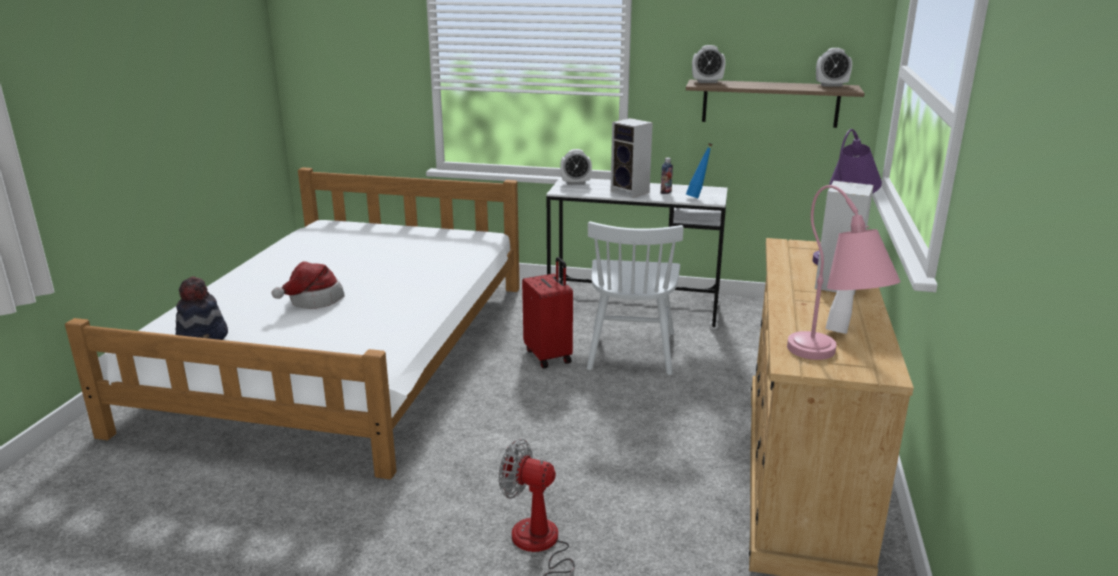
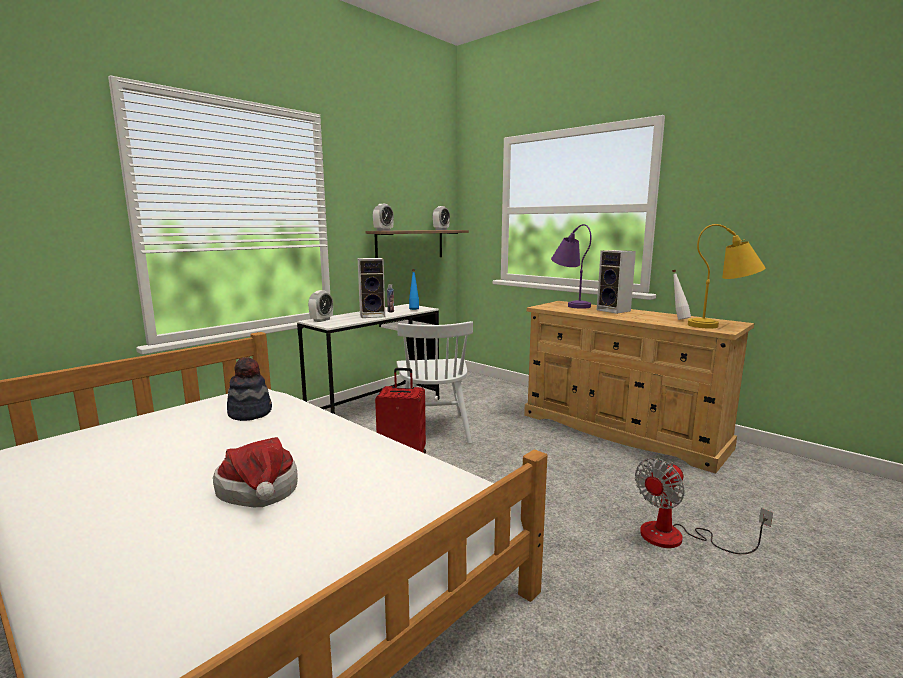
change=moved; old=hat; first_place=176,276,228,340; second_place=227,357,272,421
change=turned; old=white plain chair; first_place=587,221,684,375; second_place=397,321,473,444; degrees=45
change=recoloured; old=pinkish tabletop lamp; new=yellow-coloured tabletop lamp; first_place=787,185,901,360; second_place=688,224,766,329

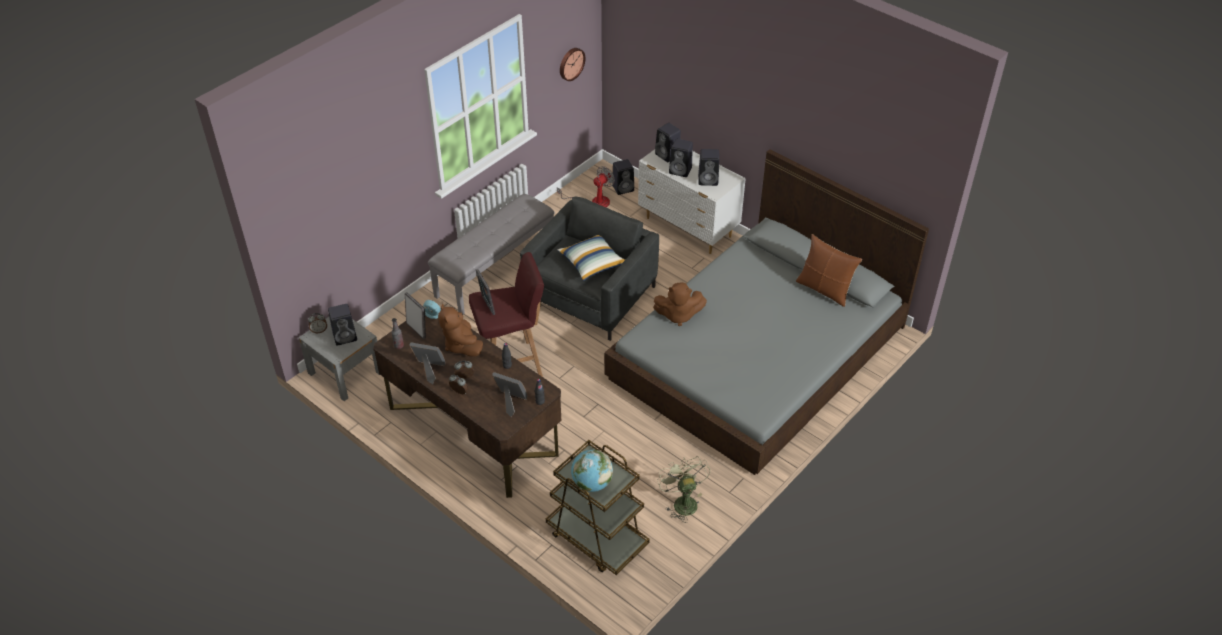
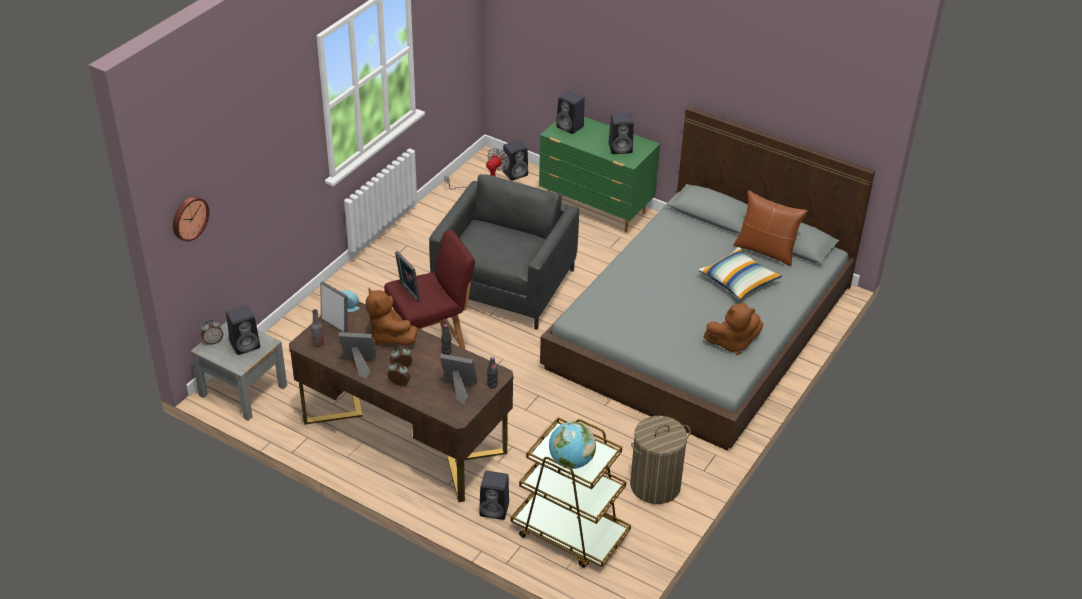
change=removed; old=greyish bench; first_place=428,194,555,315
change=moved; old=pillow; first_place=558,235,625,281; second_place=698,247,782,300
change=moved; old=clock on the wall; first_place=560,48,586,81; second_place=173,197,209,242
change=recoloured; old=white drawer chest; new=green-coloured drawer chest; first_place=638,149,746,254; second_place=539,117,660,232
change=moved; old=brownish plush toy; first_place=653,282,707,326; second_place=703,303,763,355
change=replaced; old=green-coloured fan; new=hamper; first_place=658,456,710,523; second_place=630,416,690,504
change=moved; old=blackish loudspeaker; first_place=669,139,693,177; second_place=479,471,509,520

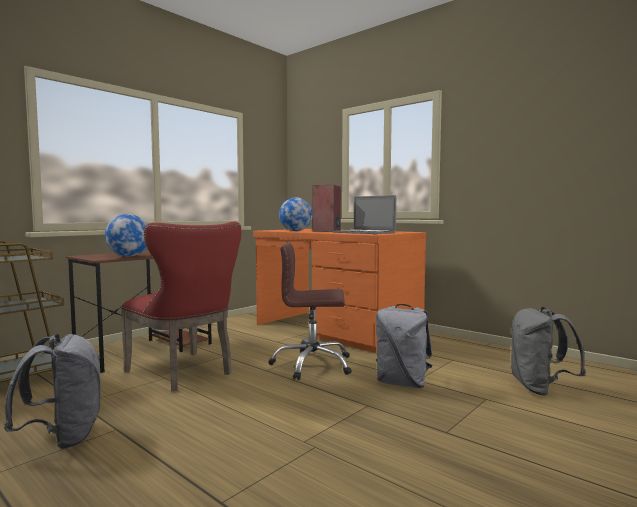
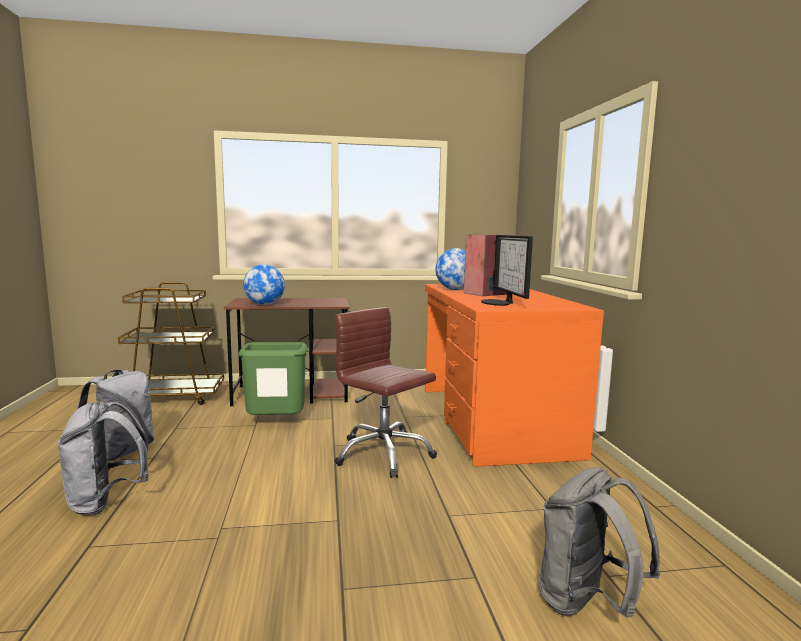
change=replaced; old=reddish plain chair; new=green-coloured rubbish bin; first_place=121,222,241,391; second_place=239,342,308,415
change=replaced; old=portable computer; new=computer screen; first_place=333,195,396,234; second_place=481,235,533,306
change=moved; old=greyish knapsack; first_place=376,304,433,388; second_place=57,401,149,516

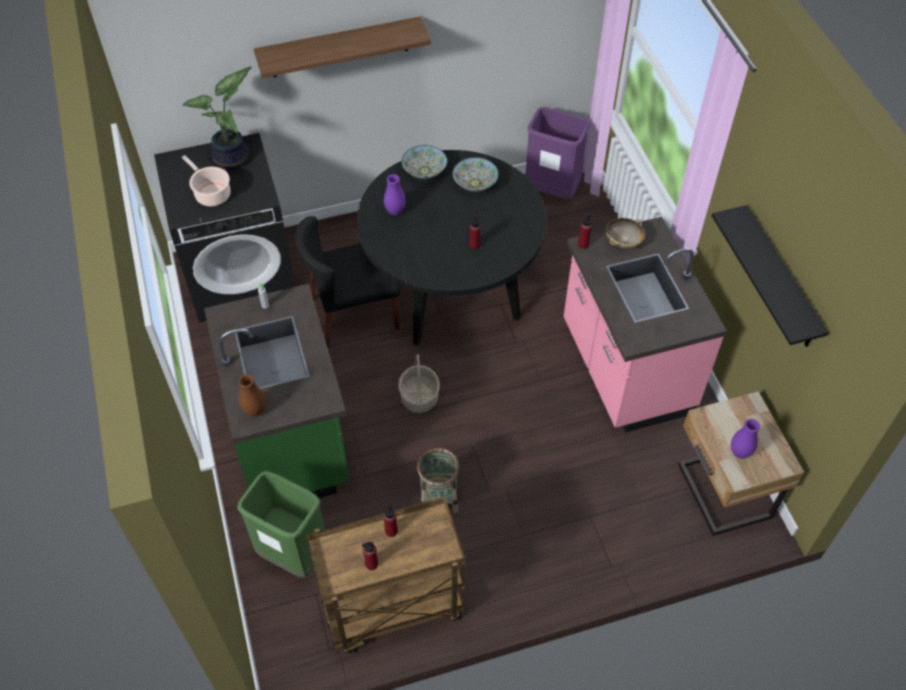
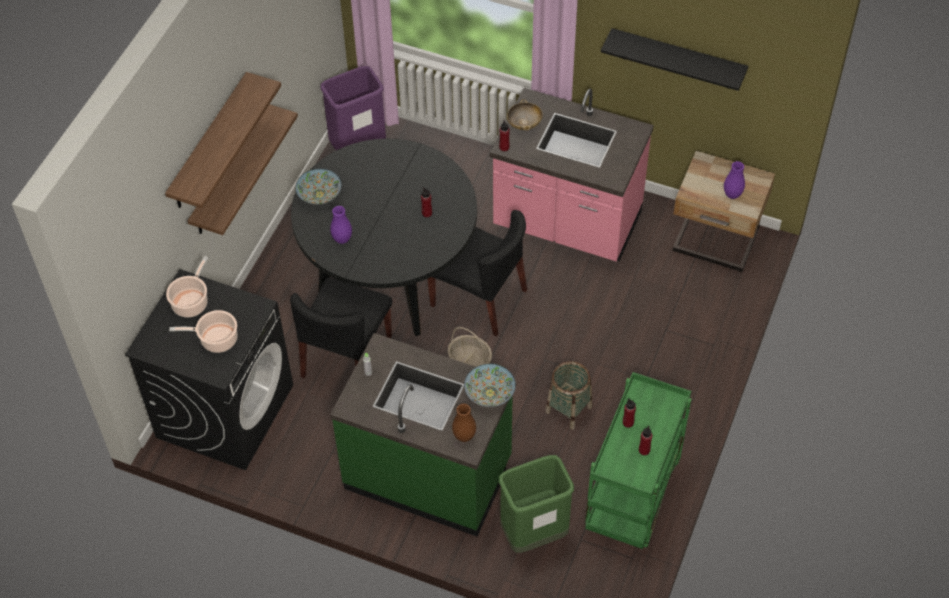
change=replaced; old=plant in a pot; new=cooking pot; first_place=182,66,252,169; second_place=166,256,208,318
change=recoloured; old=brownish cart; new=green-coloured cart; first_place=306,497,466,653; second_place=585,372,692,549
change=moved; old=serving bowl; first_place=452,157,499,192; second_place=464,364,516,407
change=added; new=wall shelf; second_place=187,104,298,235
change=added; new=blackish plain chair; second_place=428,210,527,336

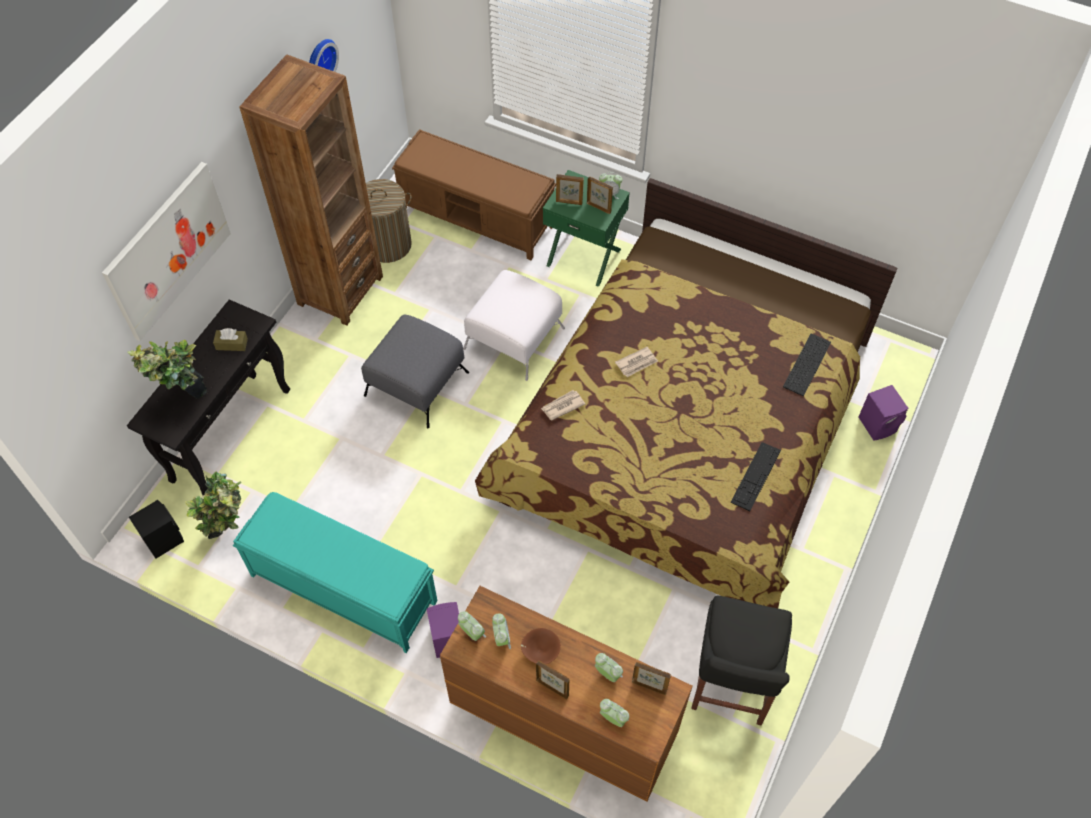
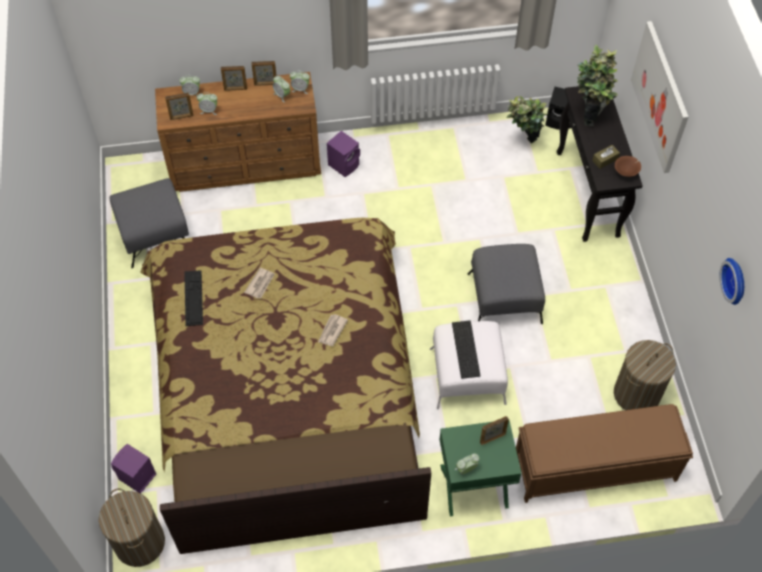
change=removed; old=turquoise bench; first_place=233,492,437,653
change=removed; old=brownish bookcase; first_place=239,55,383,326
change=moved; old=brownish serving bowl; first_place=521,628,561,664; second_place=615,156,641,177
change=moved; old=daily paper; first_place=541,390,585,420; second_place=244,268,275,298
change=moved; old=standing frame; first_place=587,177,613,214; second_place=251,61,276,86
change=replaced; old=blackish plain chair; new=greyish pouffe; first_place=691,596,792,725; second_place=109,178,189,268
change=moved; old=keyboard; first_place=783,333,831,396; second_place=452,320,481,379
change=added; new=hamper; second_place=99,488,165,567

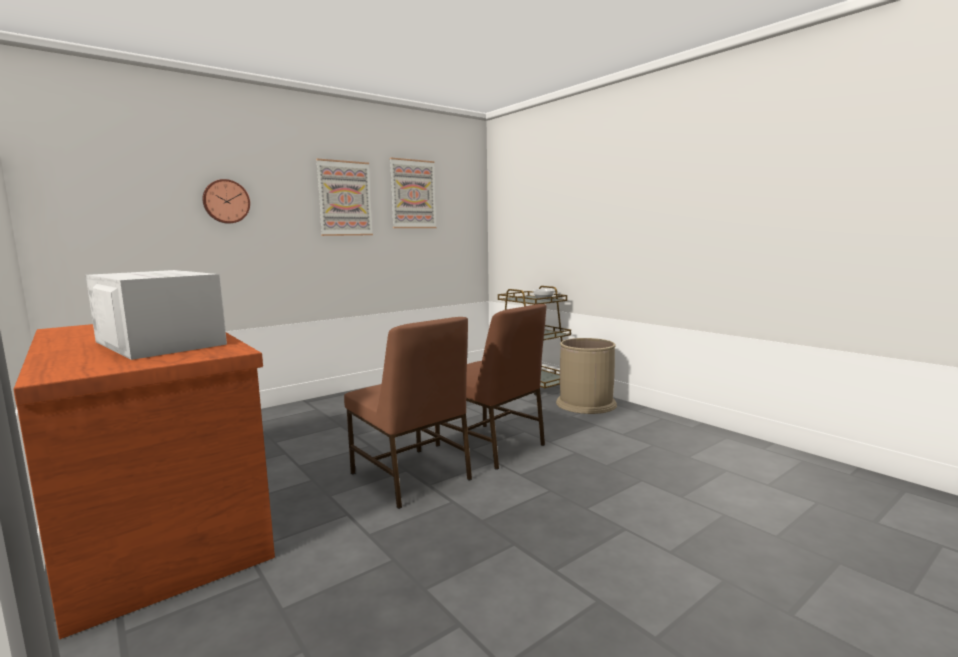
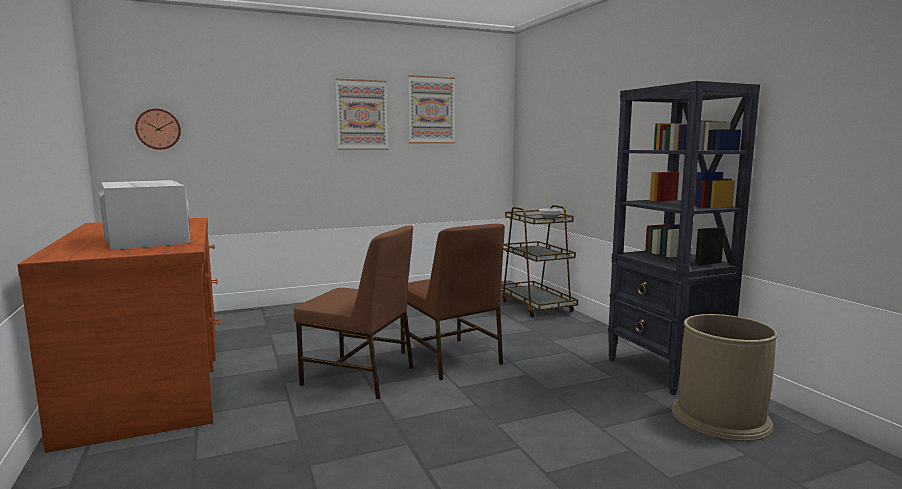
change=moved; old=clock on the wall; first_place=202,179,250,224; second_place=135,109,181,150
change=turned; old=brownish plain chair; first_place=344,317,472,509; second_place=294,225,413,399; degrees=-45
change=moved; old=brownish rubbish bin; first_place=556,338,617,414; second_place=672,314,778,441
change=added; new=blackish bookcase; second_place=608,81,760,395

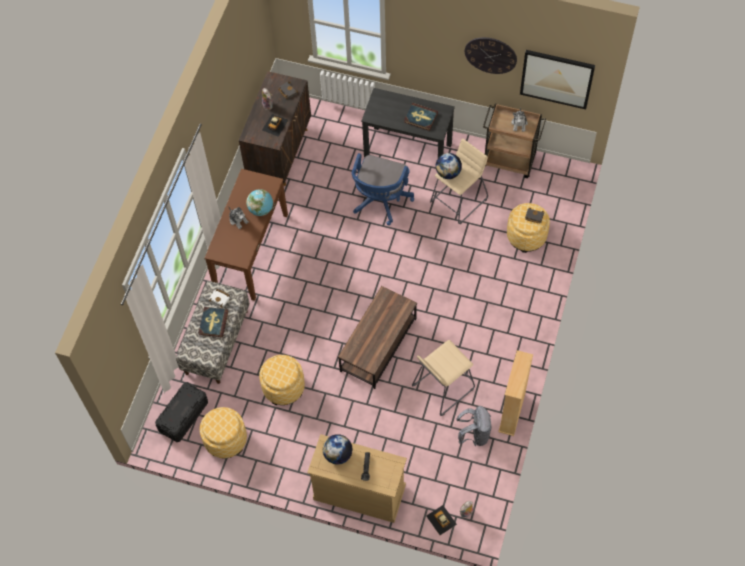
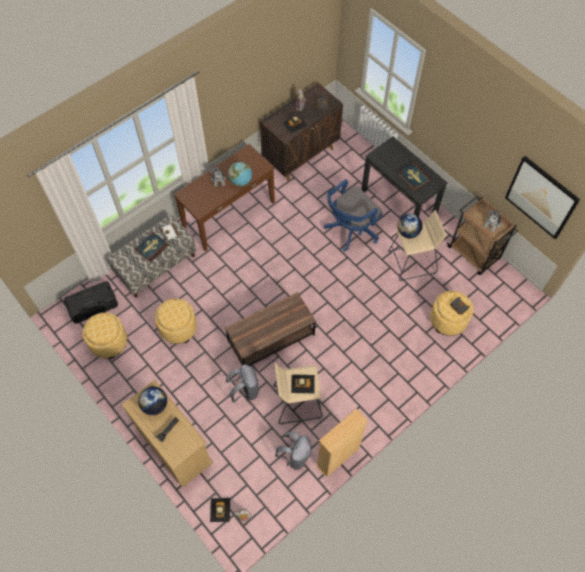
change=removed; old=clock on the wall; first_place=465,37,517,74
change=added; new=greyish knapsack; second_place=226,364,259,403
change=added; new=model car; second_place=291,375,315,393

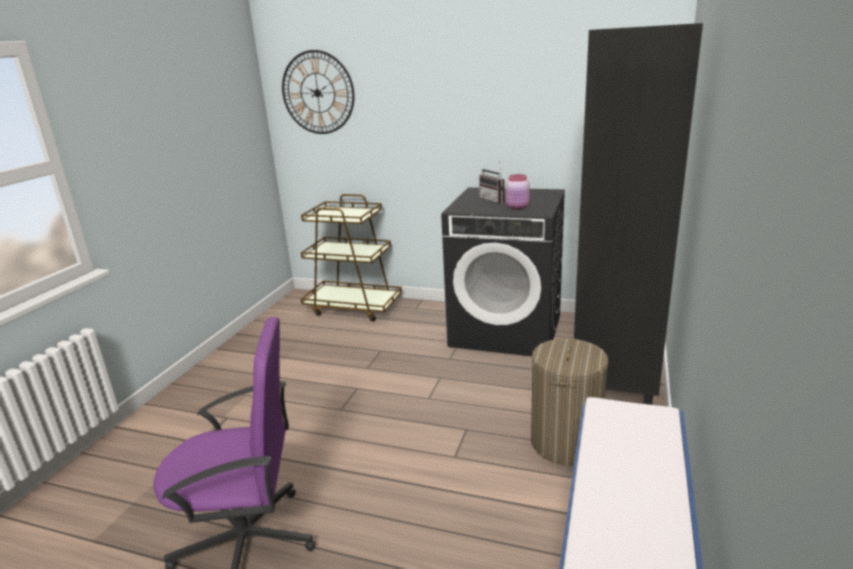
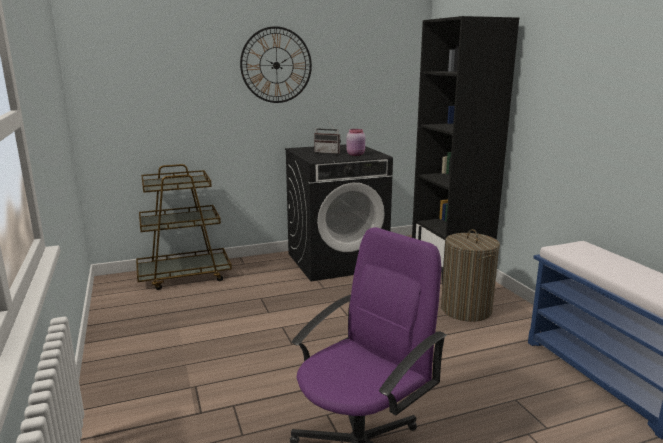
change=moved; old=clock on the wall; first_place=282,50,355,134; second_place=240,26,312,103

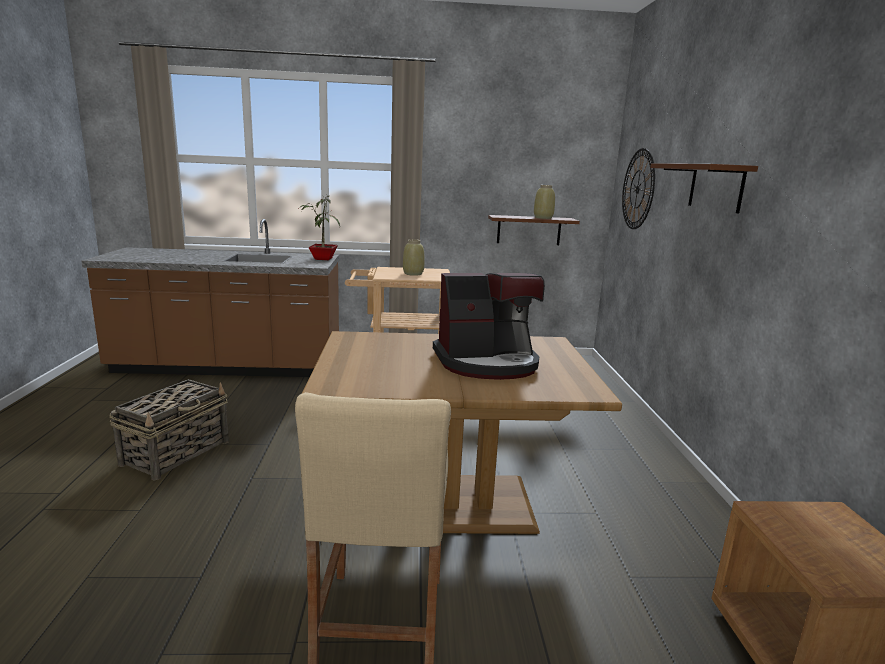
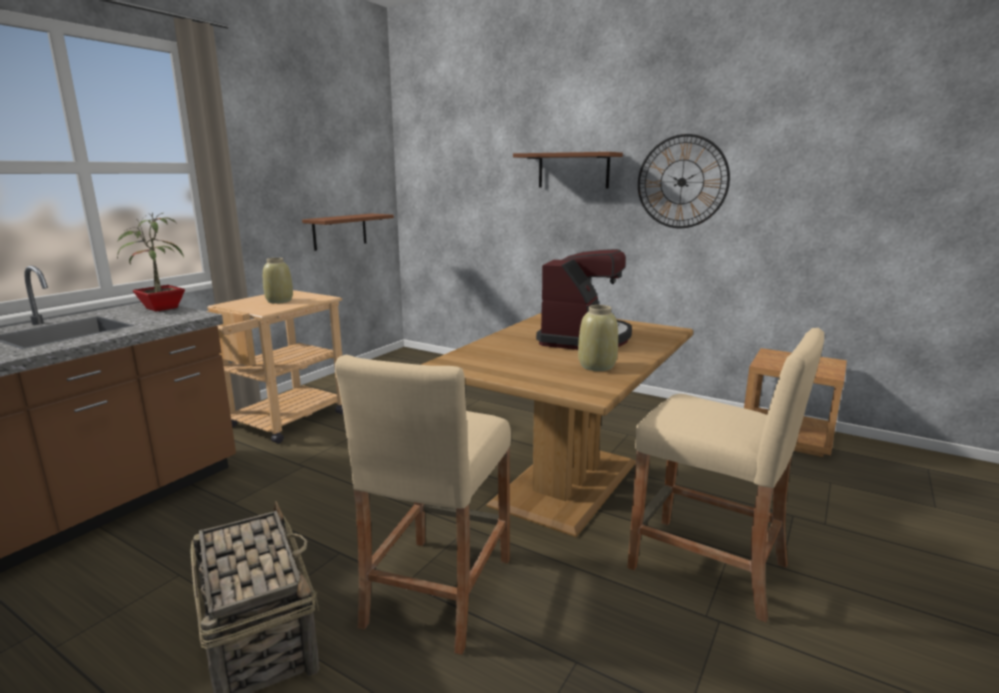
change=moved; old=sand-coloured vase; first_place=534,185,555,219; second_place=578,305,618,371
change=moved; old=clock on the wall; first_place=622,148,655,229; second_place=638,134,730,228
change=added; new=sand-coloured stool seat; second_place=335,355,511,655

